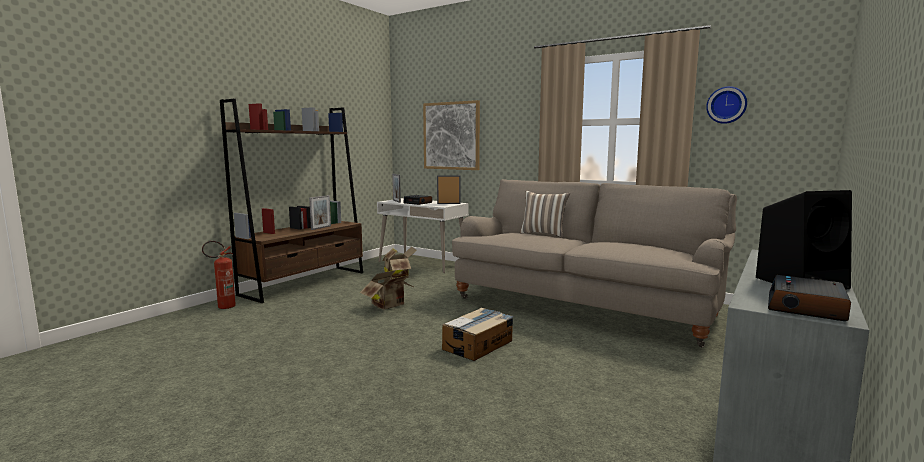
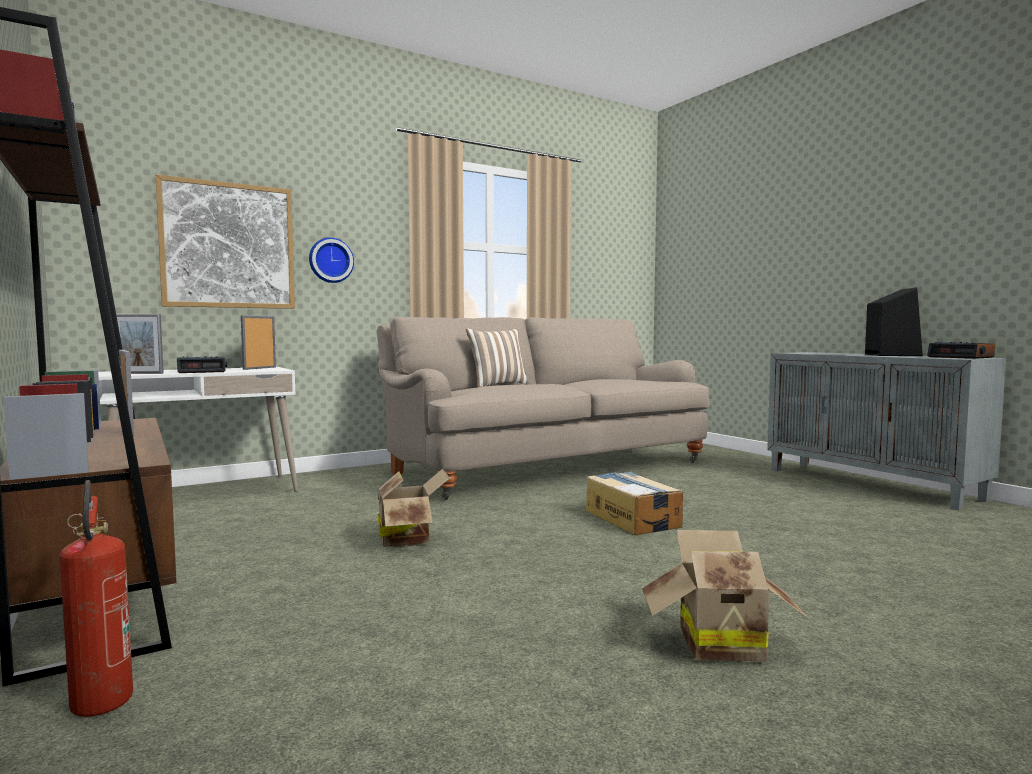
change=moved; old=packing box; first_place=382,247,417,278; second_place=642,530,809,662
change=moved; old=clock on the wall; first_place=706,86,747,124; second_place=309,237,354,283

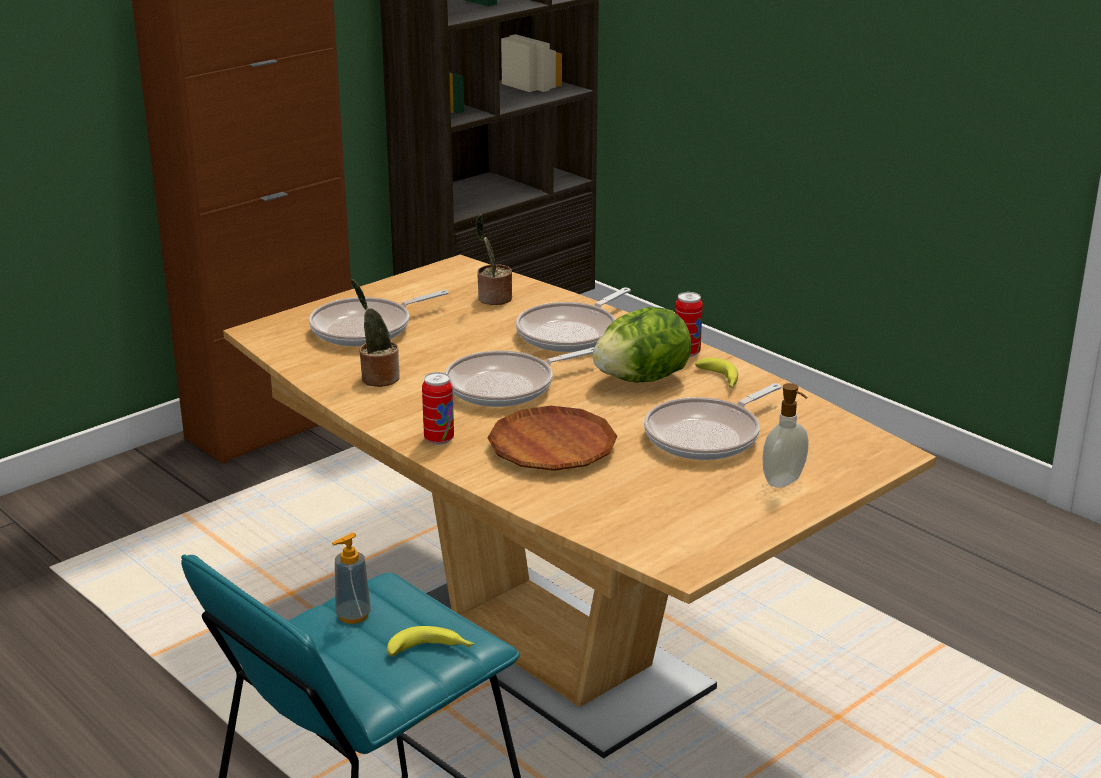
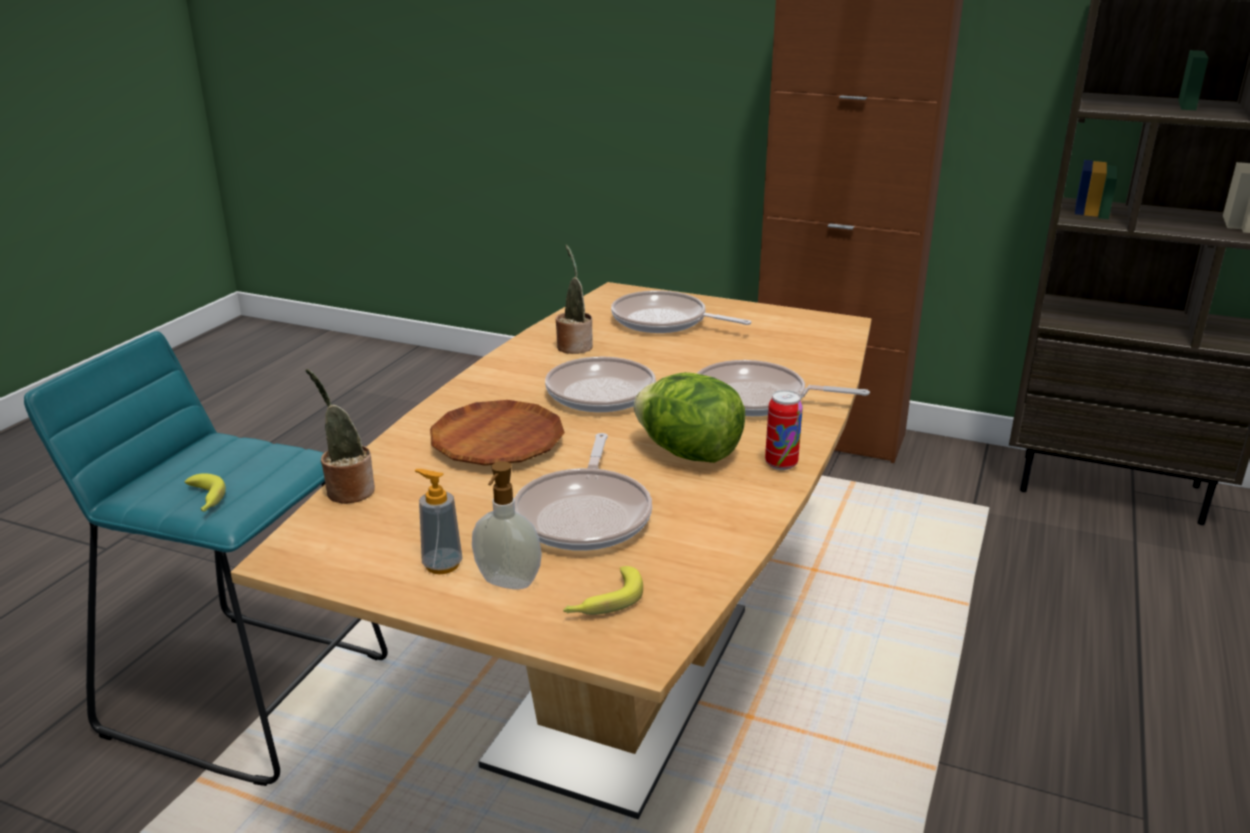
change=moved; old=soap bottle; first_place=332,533,371,624; second_place=414,469,462,574
change=removed; old=metal can; first_place=422,372,454,445
change=moved; old=plant in a pot; first_place=476,214,512,305; second_place=306,369,375,504
change=turned; old=pan; first_place=644,383,782,460; second_place=514,433,652,551; degrees=-105
change=moved; old=whole banana; first_place=695,357,738,388; second_place=563,566,643,615

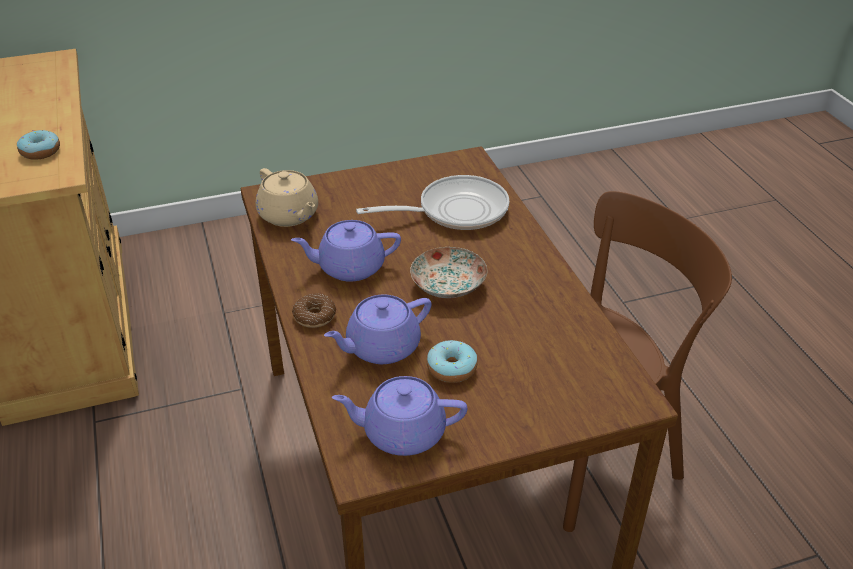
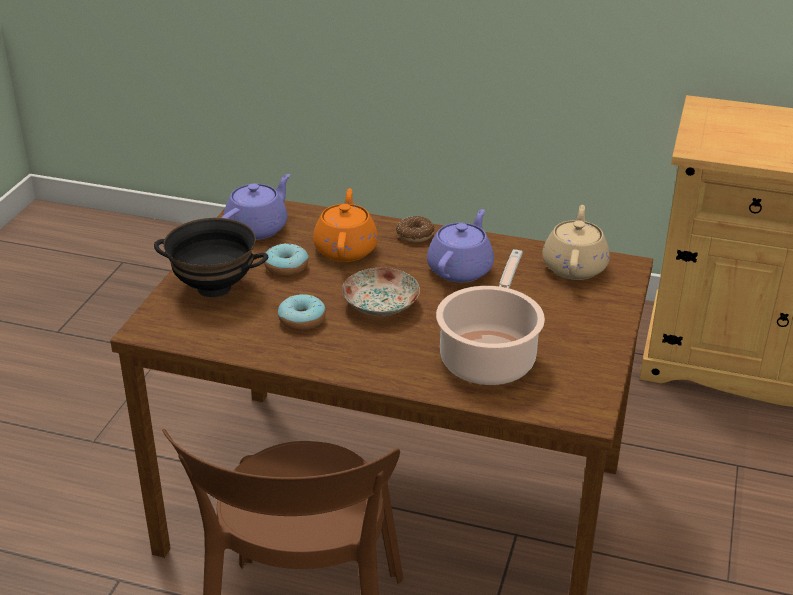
change=moved; old=ring doughnut; first_place=17,130,60,160; second_place=278,294,326,331
change=turned; old=sand-coloured tea pot; first_place=255,168,318,227; second_place=542,205,610,280; degrees=105
change=recoloured; old=purple tea pot; new=orange tea pot; first_place=324,295,431,364; second_place=313,188,378,262
change=replaced; old=pan; new=cooking pot; first_place=356,175,509,230; second_place=436,249,545,385
change=added; new=blackish serving bowl; second_place=154,218,268,297

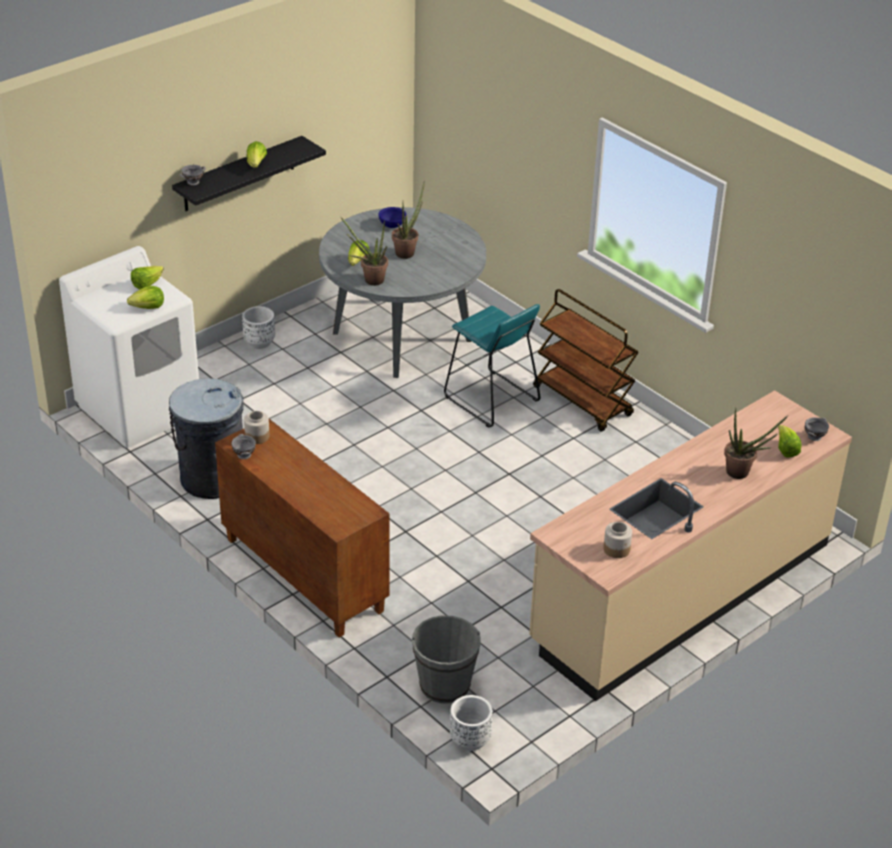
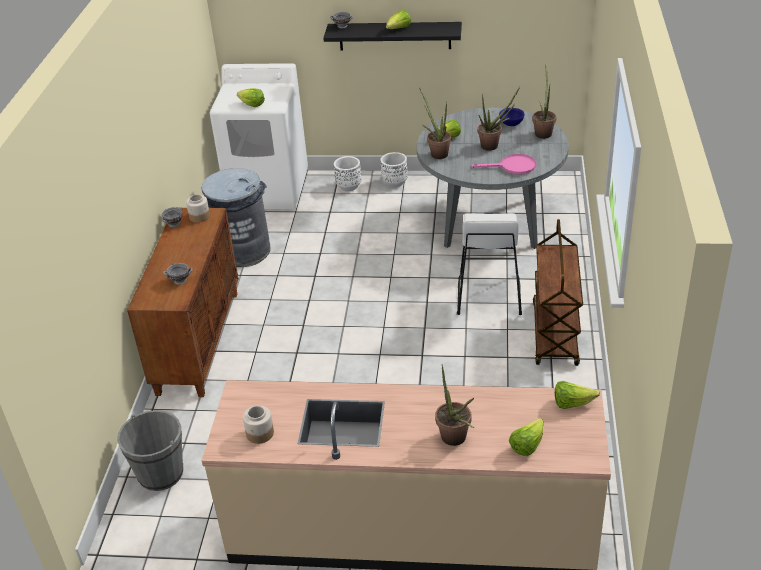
change=moved; old=lettuce; first_place=131,266,164,289; second_place=555,381,600,409
change=recoloured; old=turquoise stool seat; new=white stool seat; first_place=444,304,540,428; second_place=457,213,522,315
change=moved; old=white flower pot; first_place=450,695,492,751; second_place=334,156,361,191
change=moved; old=greyish serving bowl; first_place=805,417,829,441; second_place=163,263,193,285
change=added; new=pinkish pan; second_place=471,154,536,175
change=added; new=plant in a pot; second_place=532,65,557,139

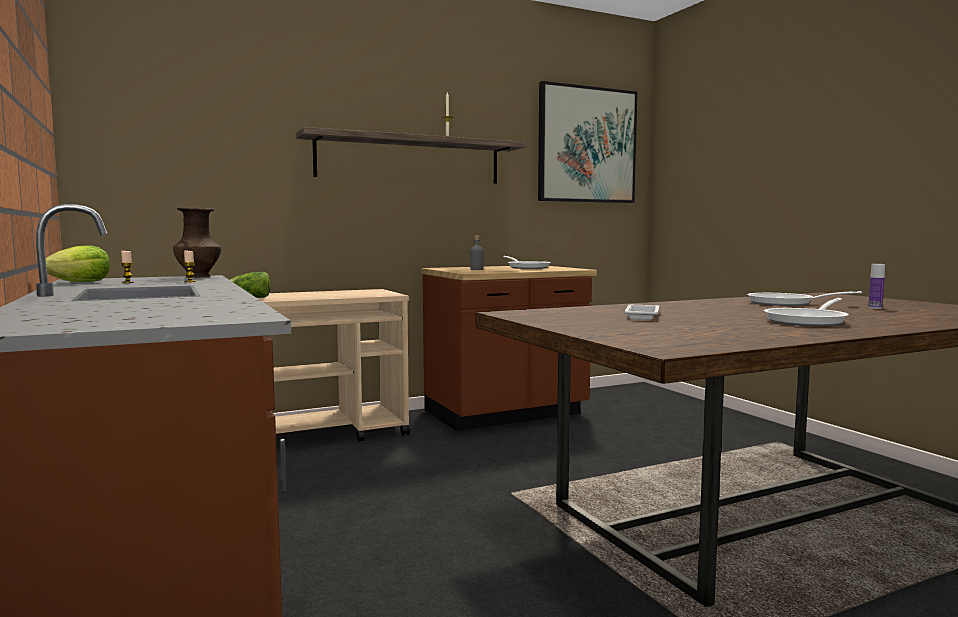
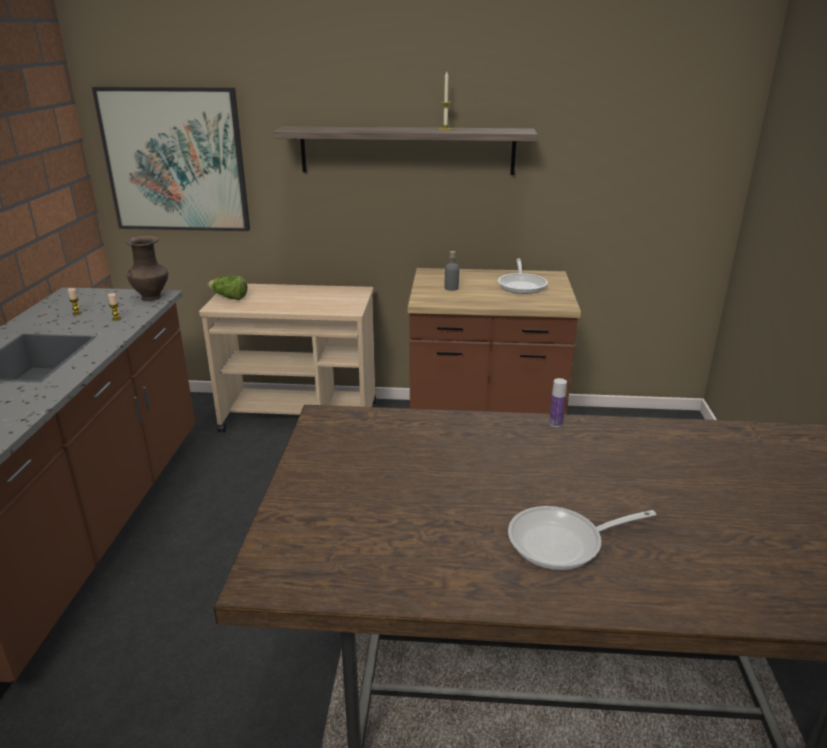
change=removed; old=lettuce; first_place=46,245,110,282
change=moved; old=wall art; first_place=538,81,637,203; second_place=92,87,250,231
change=removed; old=white tray; first_place=624,305,659,320
change=removed; old=pan; first_place=747,291,862,306
change=moved; old=beverage bottle; first_place=868,264,885,309; second_place=549,378,567,427

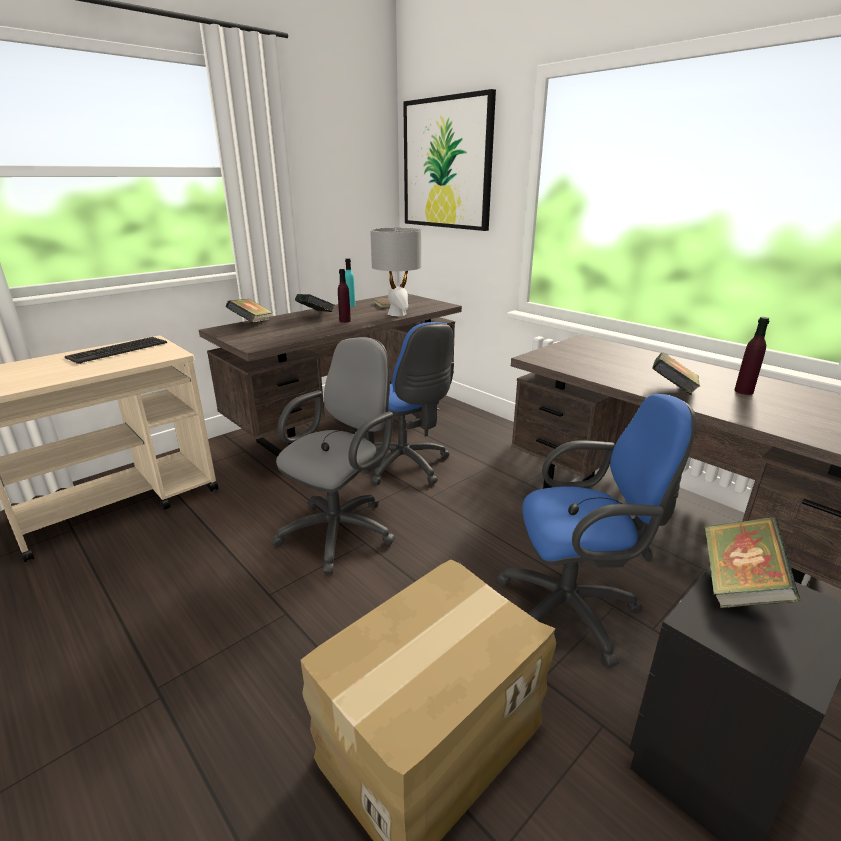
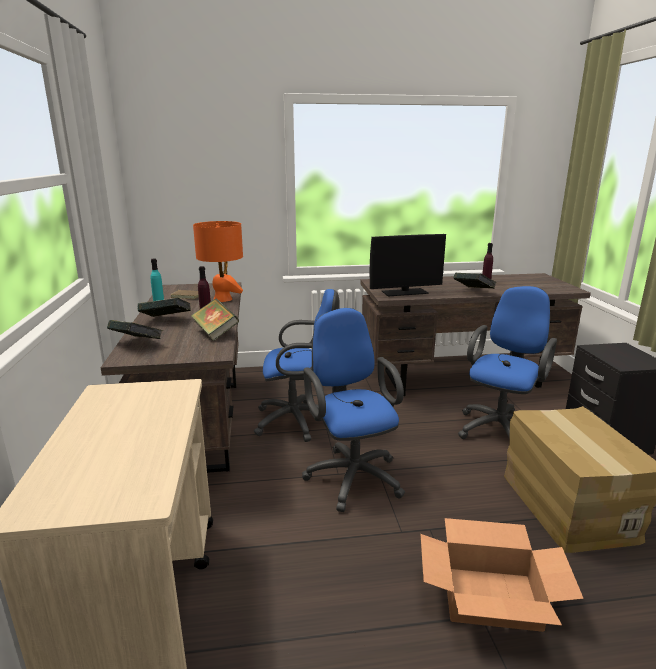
change=removed; old=keyboard; first_place=65,337,167,364
change=recoloured; old=greyish desk chair; new=blue-coloured desk chair; first_place=272,337,395,574; second_place=302,308,405,512
change=recoloured; old=greyish tabletop lamp; new=orange tabletop lamp; first_place=370,228,422,317; second_place=193,221,243,302
change=removed; old=wall art; first_place=403,89,496,231
change=moved; old=volume; first_place=704,517,800,608; second_place=191,298,239,341
change=added; new=computer screen; second_place=370,234,446,296
change=added; new=packing box; second_place=421,518,584,632

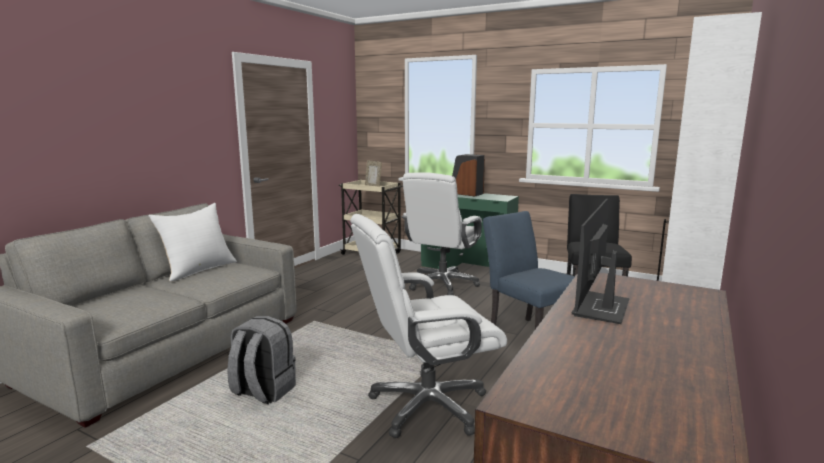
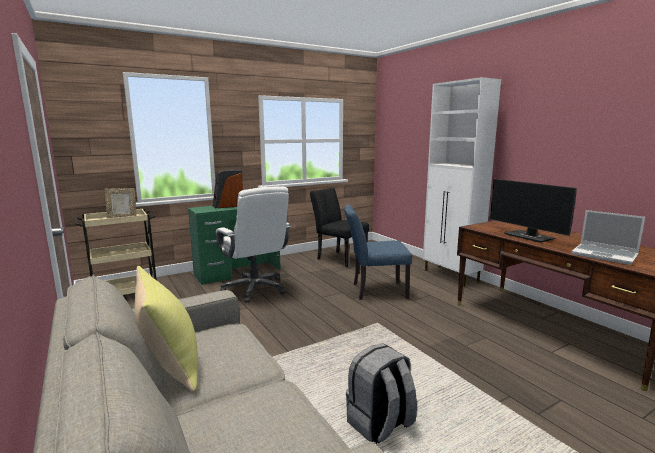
change=recoloured; old=white pillow; new=yellow-coloured pillow; first_place=149,203,237,281; second_place=134,266,198,391
change=removed; old=white desk chair; first_place=350,214,507,438
change=added; new=portable computer; second_place=571,210,645,265

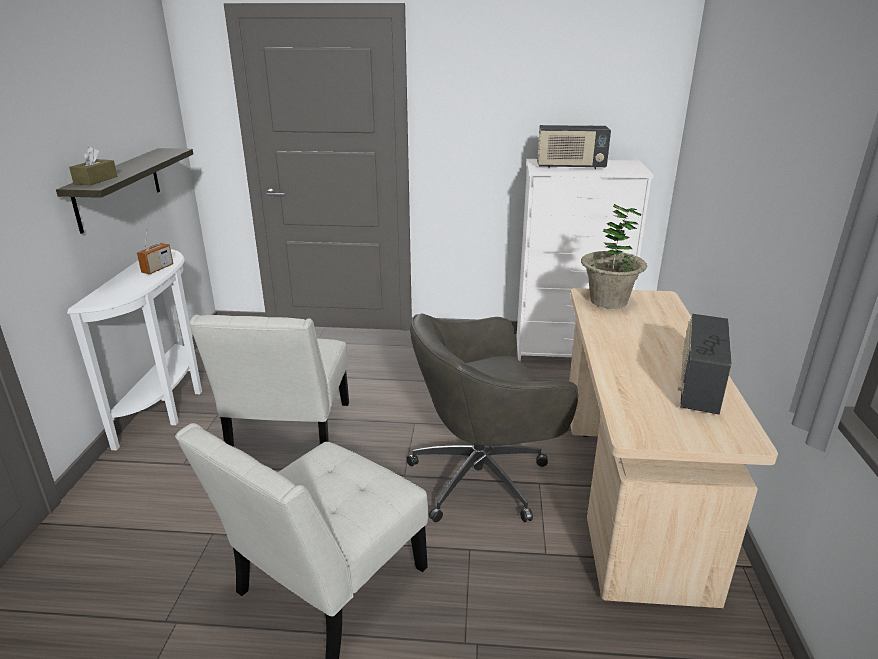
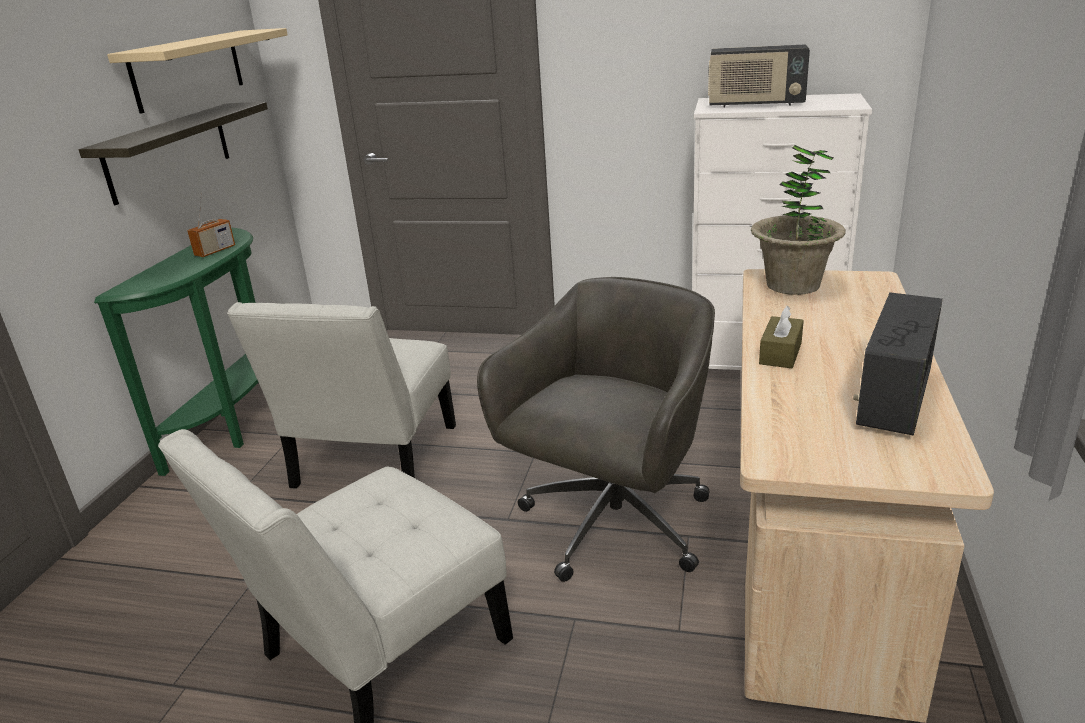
change=recoloured; old=white hall table; new=green-coloured hall table; first_place=67,249,202,451; second_place=94,227,258,476
change=moved; old=brownish tissue holder; first_place=69,147,118,185; second_place=759,306,804,368
change=turned; old=greyish desk chair; first_place=406,313,578,522; second_place=477,277,715,582; degrees=135
change=added; new=sand-coloured wall shelf; second_place=107,28,288,114

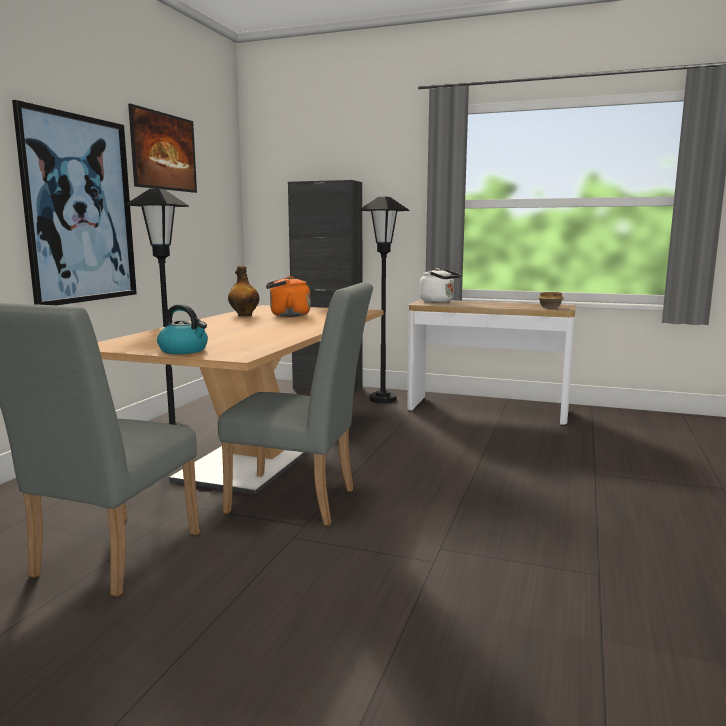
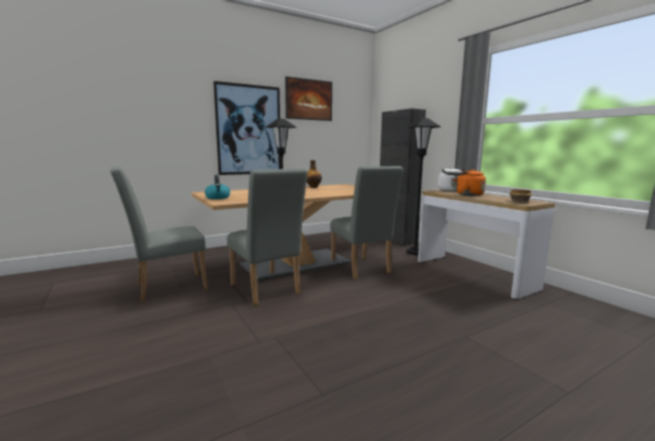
change=moved; old=orange tea kettle; first_place=266,276,310,317; second_place=454,169,486,196
change=added; new=greyish plain chair; second_place=330,166,403,279

